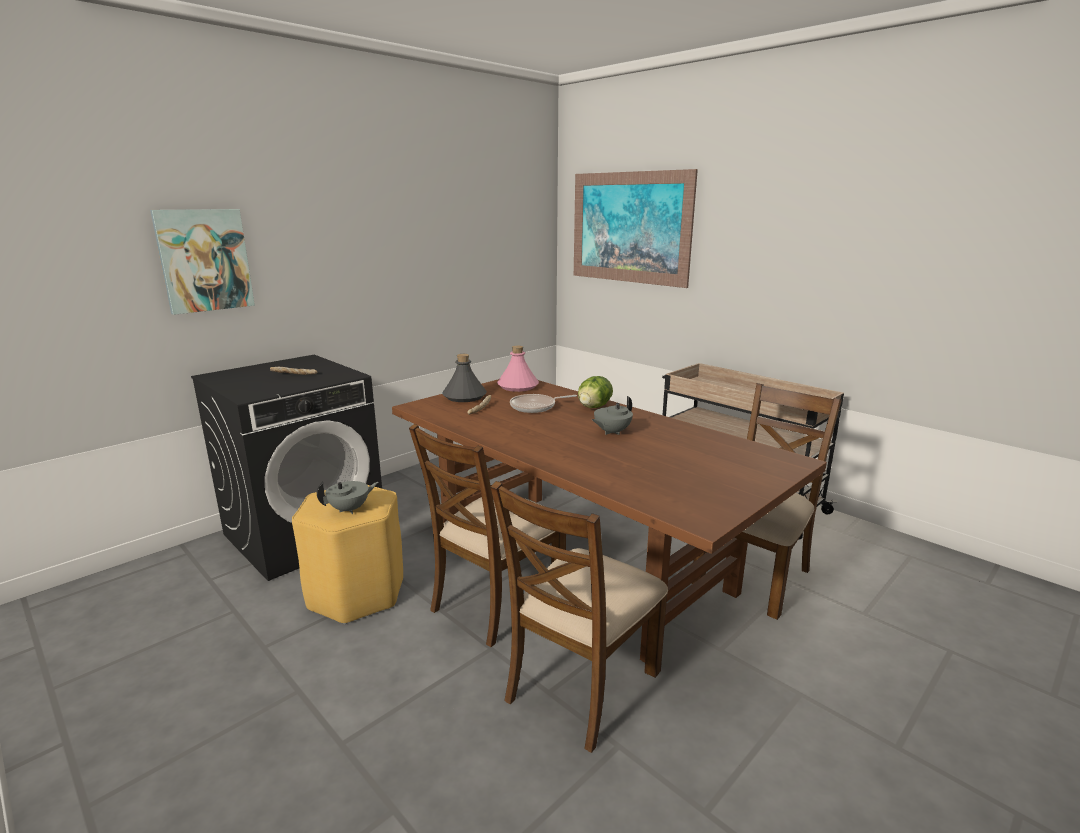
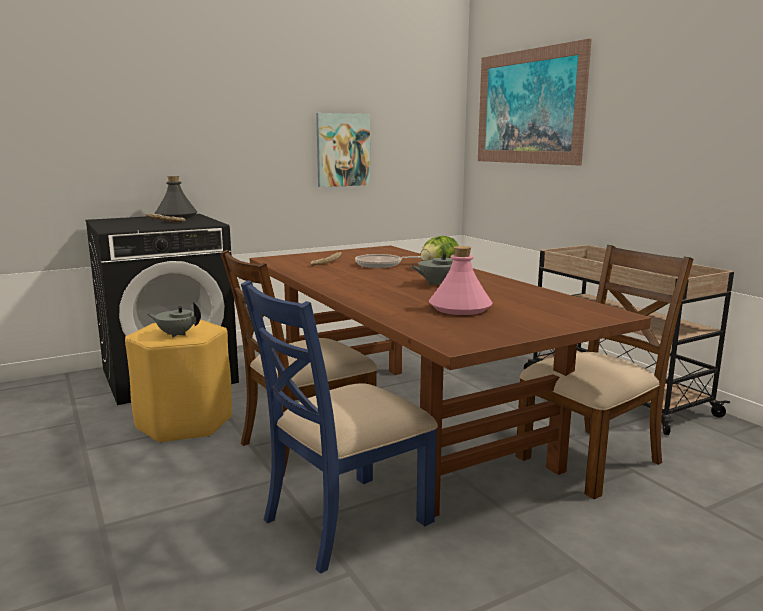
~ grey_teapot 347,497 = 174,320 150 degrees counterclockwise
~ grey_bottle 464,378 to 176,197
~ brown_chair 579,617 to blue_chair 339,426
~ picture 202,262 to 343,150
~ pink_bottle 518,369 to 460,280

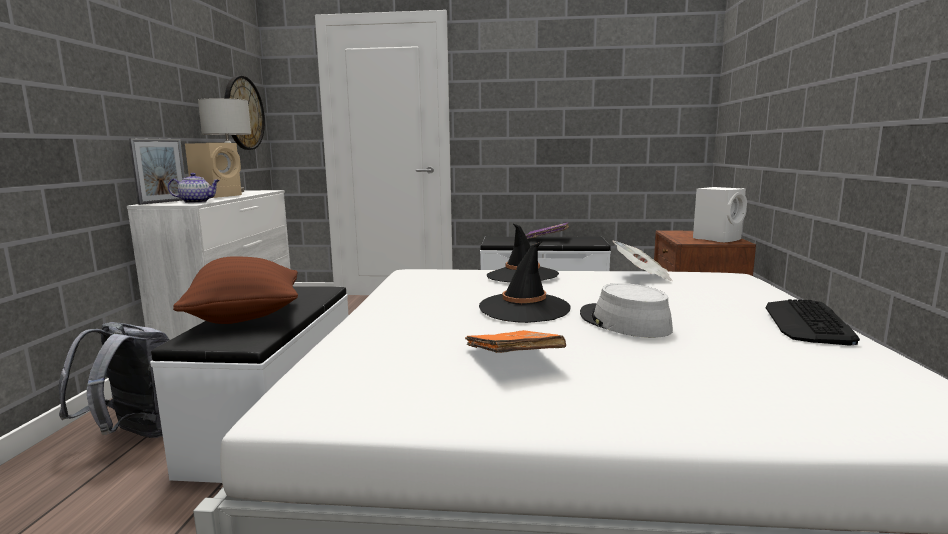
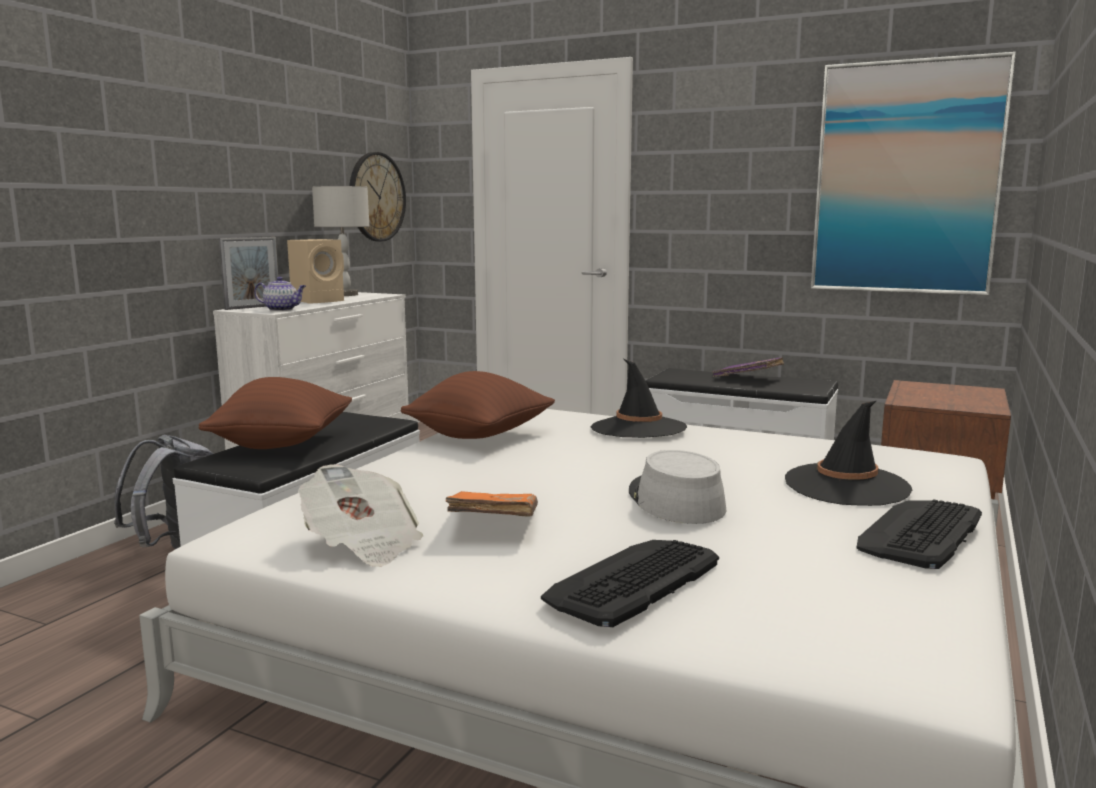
~ newspaper 643,261 to 360,515
+ brown_pillow 478,405
+ keyboard 630,583
~ black_hat 525,282 to 848,453
+ picture 913,173
- white_speaker 720,214

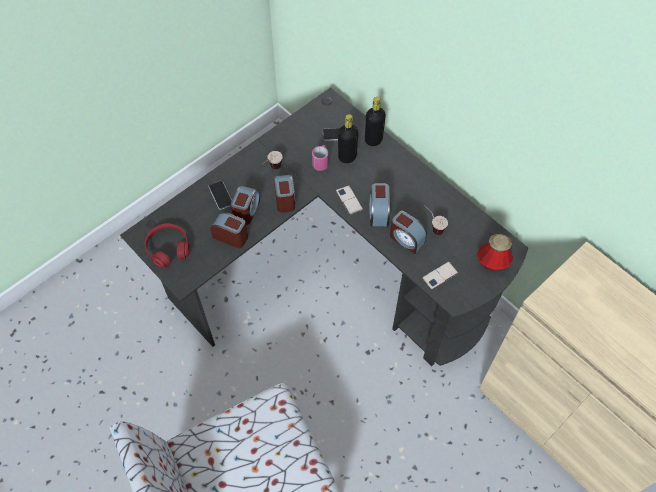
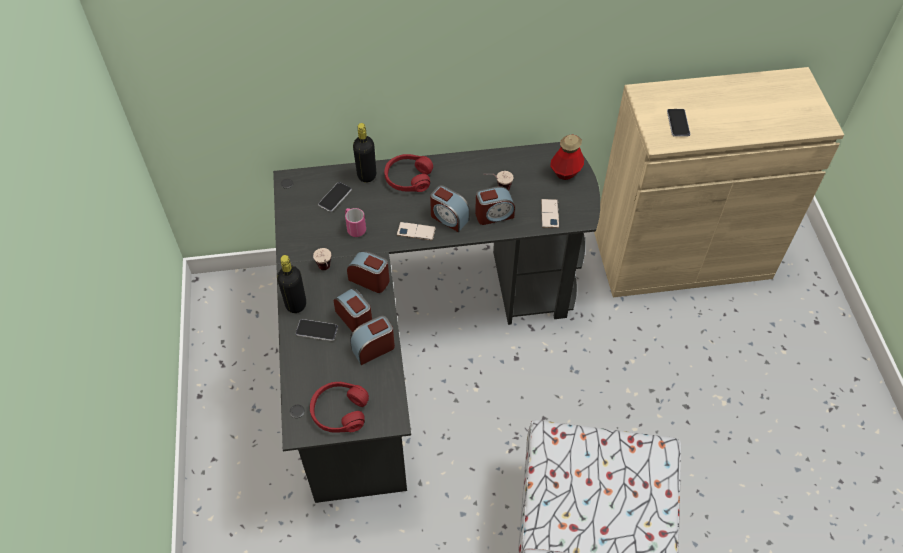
~ black_bottle 348,138 to 291,284
+ red_headphones 408,173
+ phone 678,123

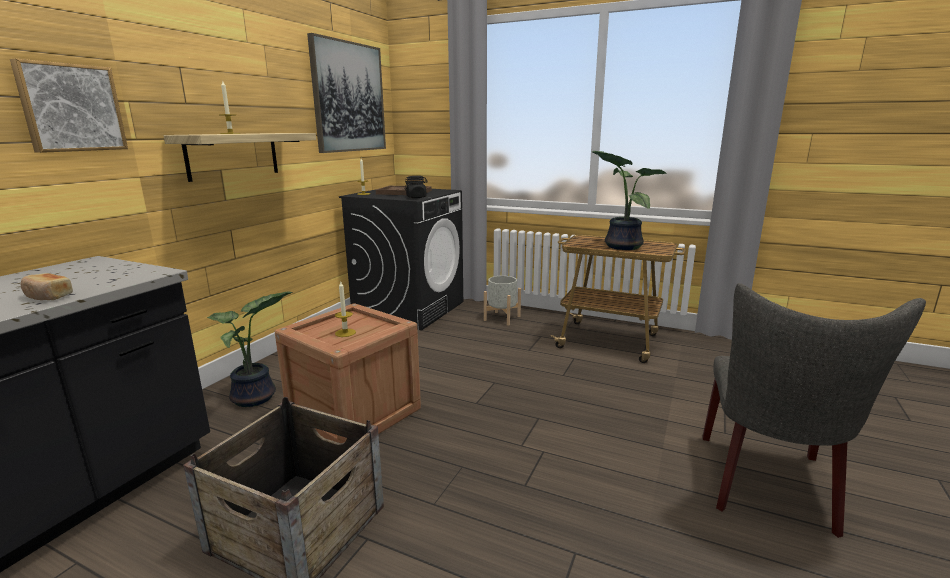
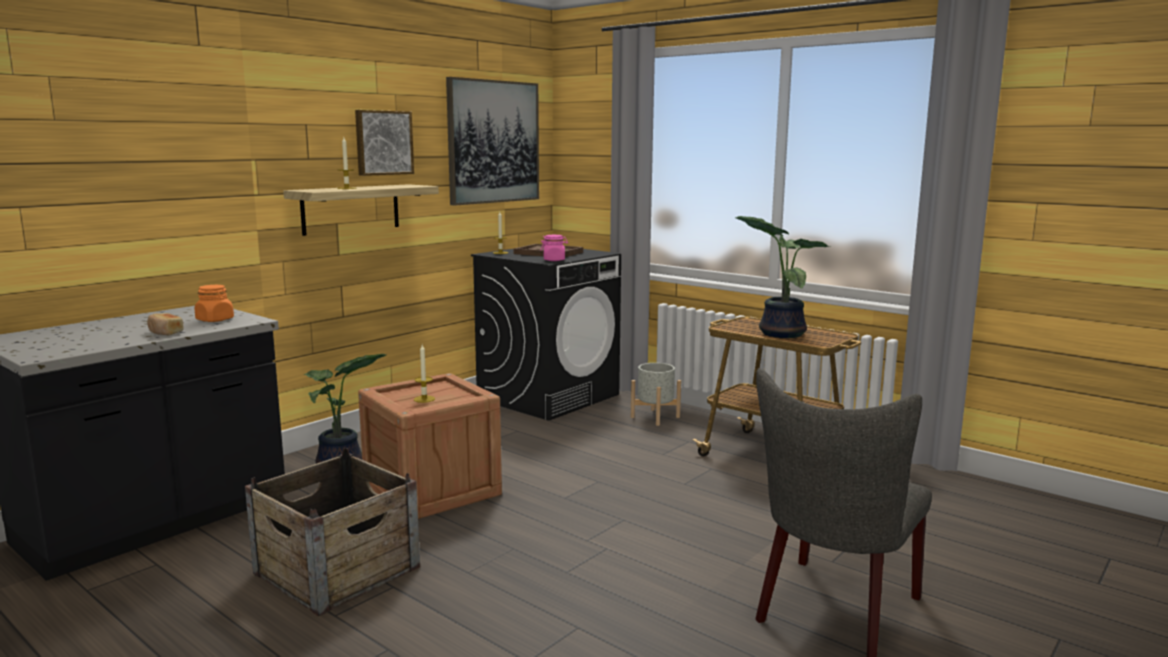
+ orange_jar 214,303
~ picture 69,105 to 384,143
~ black_jar 416,187 to pink_jar 554,248

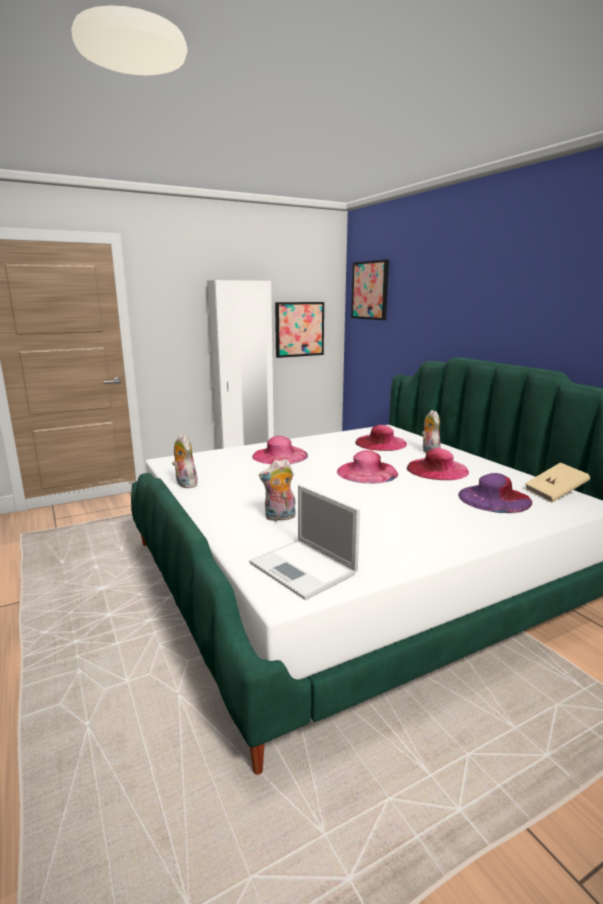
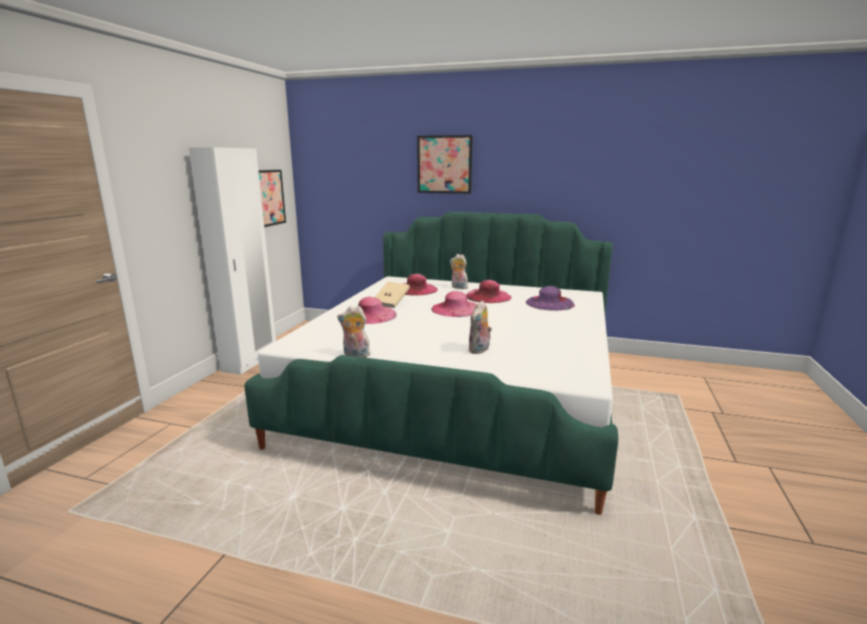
~ beige_book 557,482 to 392,295
~ picture 370,289 to 445,164
- laptop 304,542

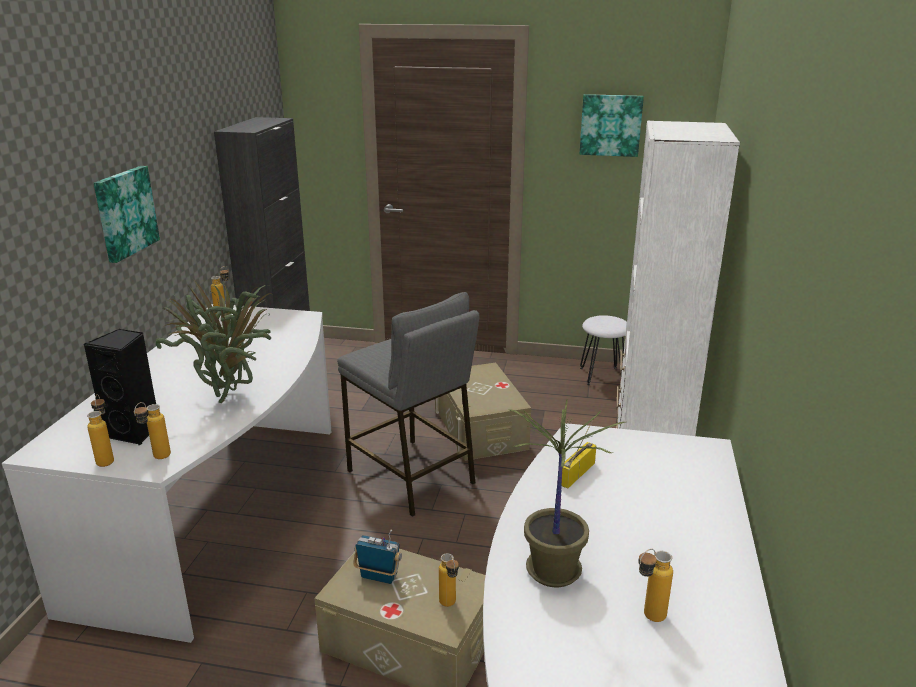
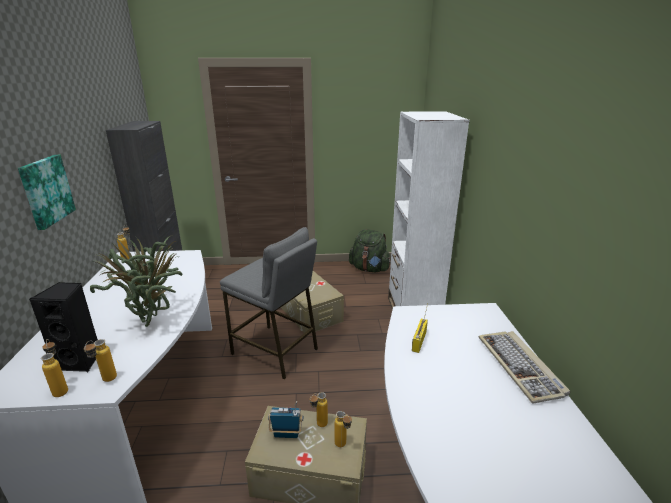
~ bottle 655,585 to 318,409
~ white_stool 603,350 to green_backpack 370,250
+ keyboard 524,367
- potted_plant 567,493
- picture 612,125

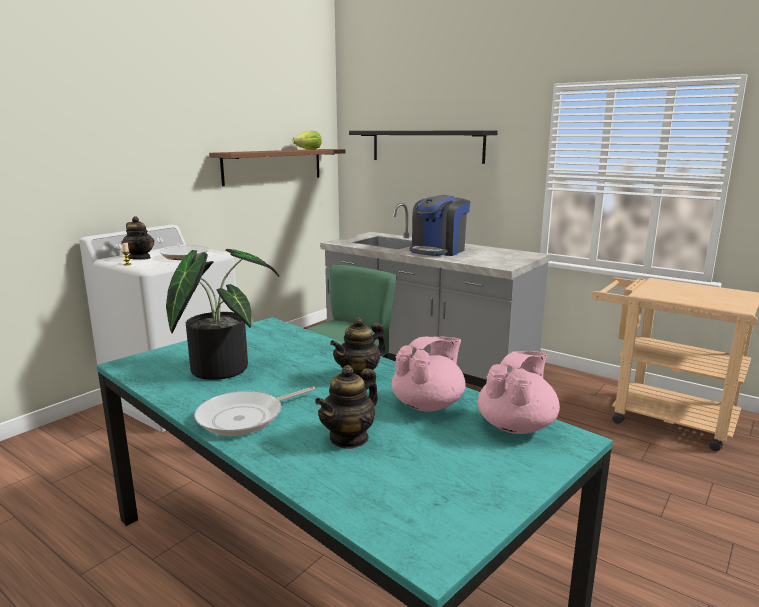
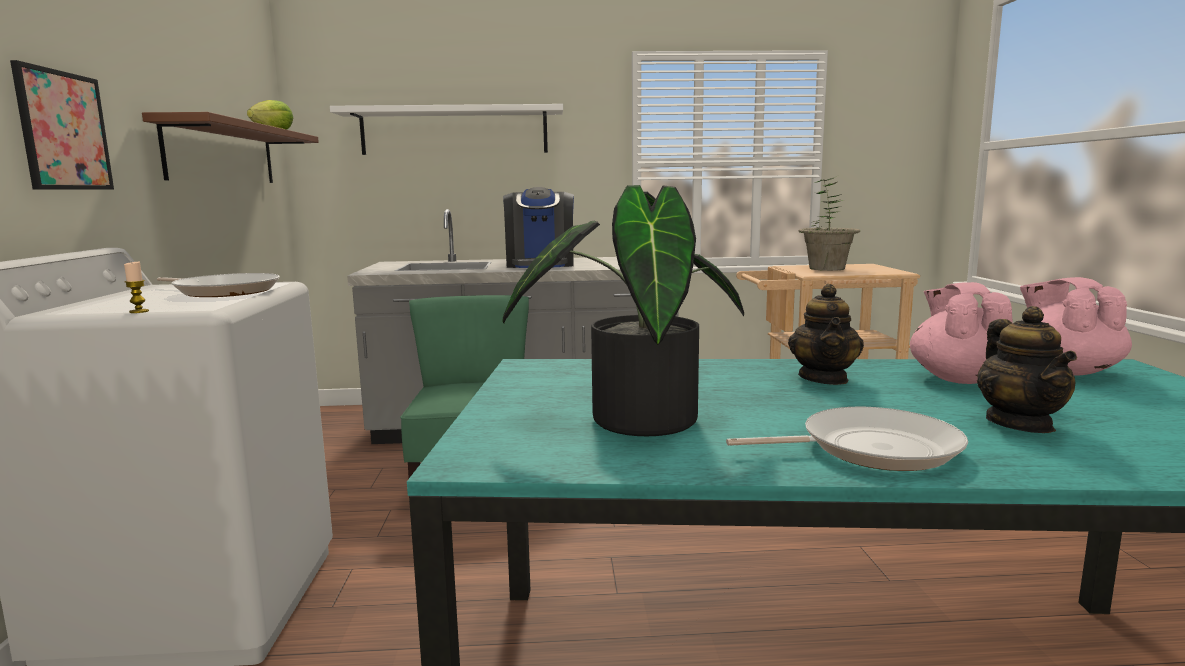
+ picture 62,125
~ black_shelf 423,147 to white_shelf 446,129
~ frying_pan 254,411 = 847,439 105 degrees counterclockwise
+ potted_plant 829,223
- teapot 138,238

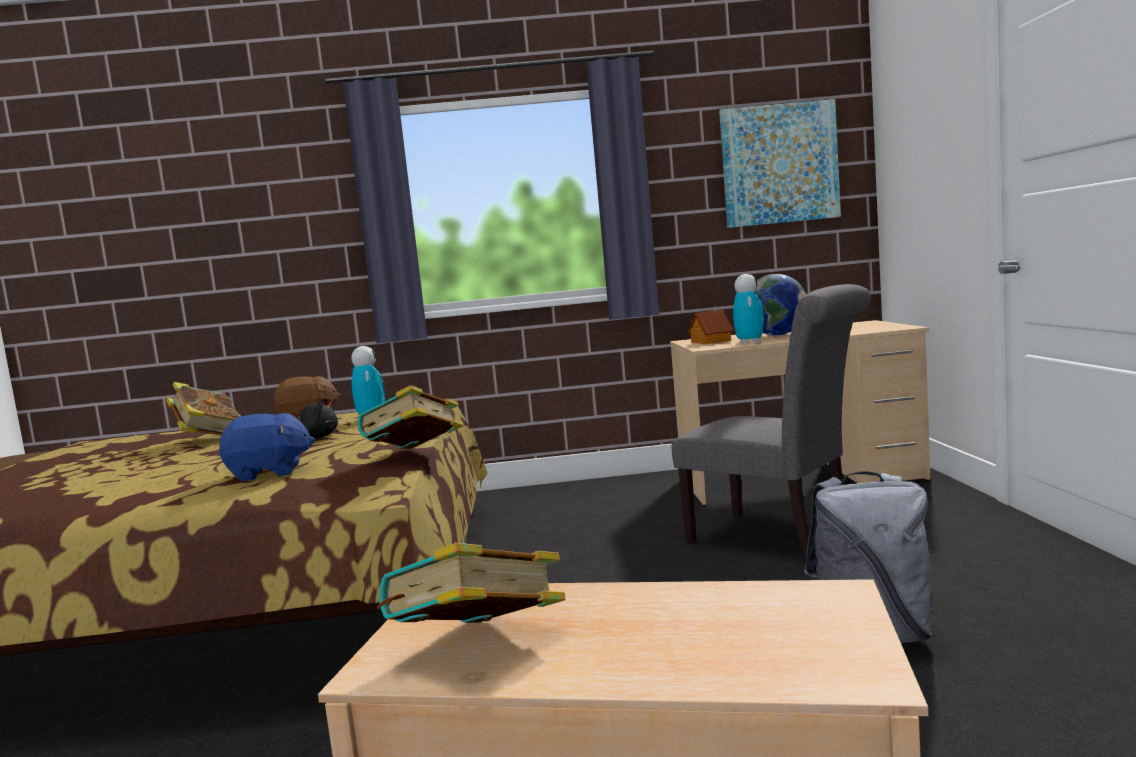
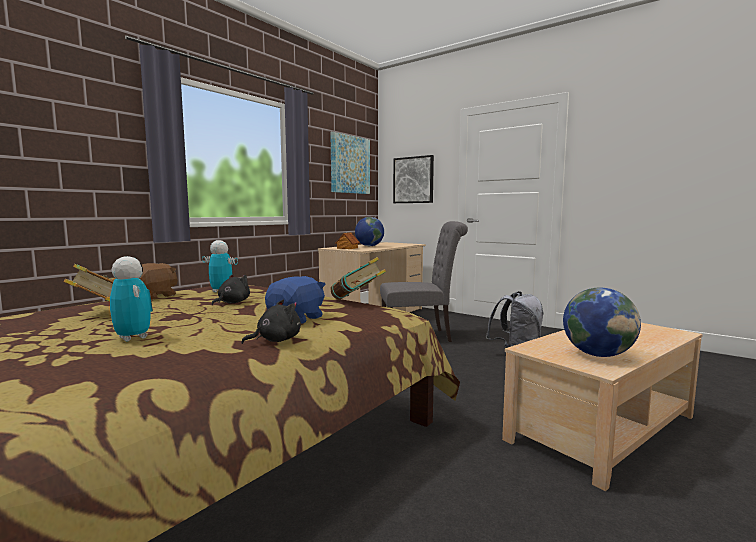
~ toy_robot 748,309 to 131,299
+ black_plush_toy 271,322
+ picture 413,179
~ book 471,583 to globe 602,322

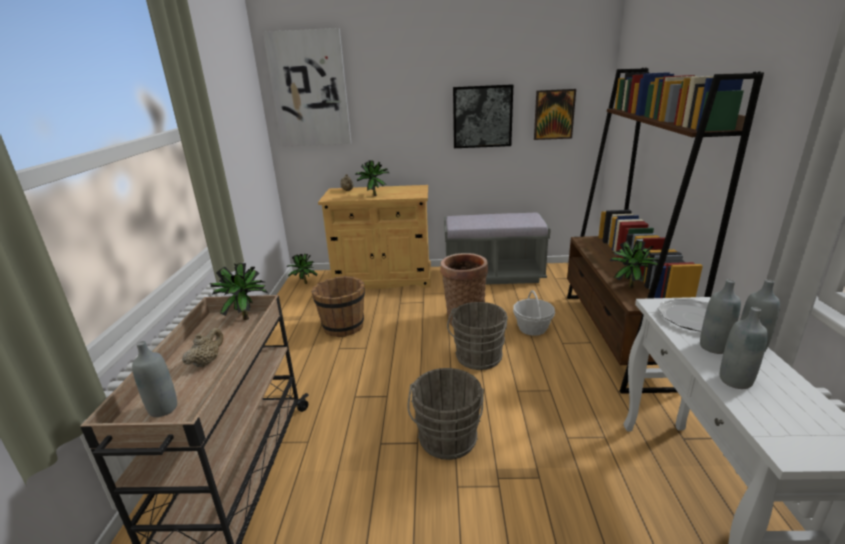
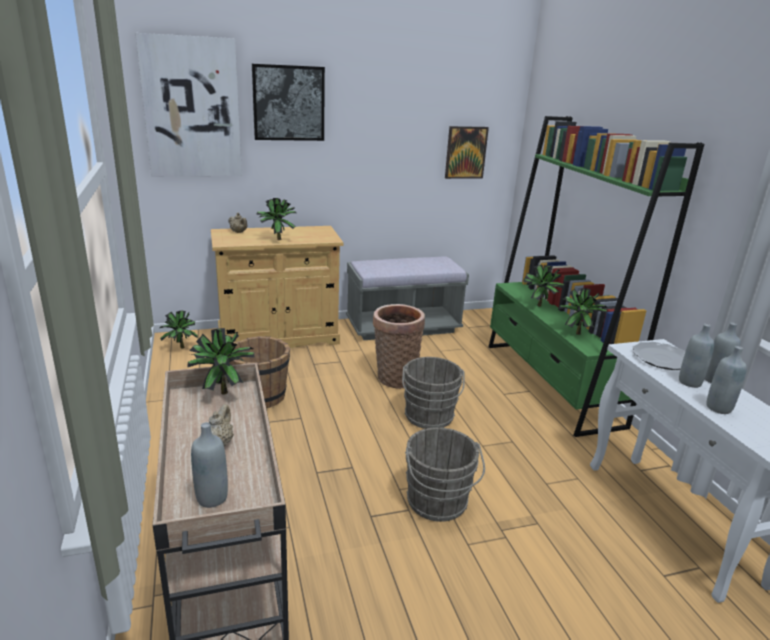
~ picture 483,116 to 288,102
~ brown_bookcase 665,231 to green_bookcase 596,276
+ potted_plant 544,286
- basket 534,313

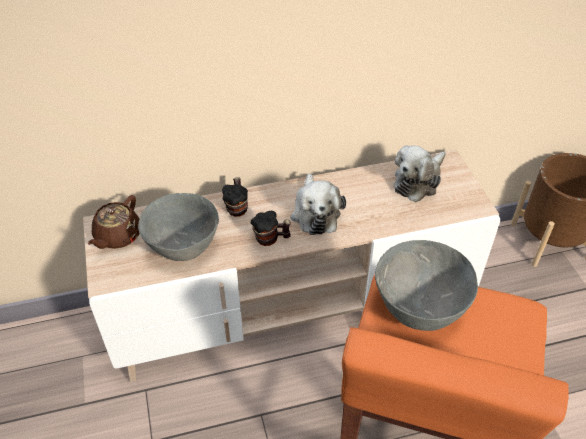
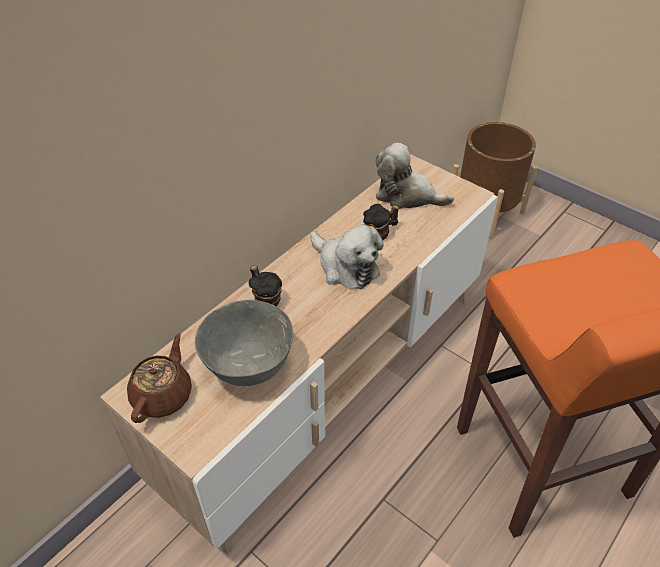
~ brown_teapot 114,222 = 159,378 150 degrees counterclockwise
~ mug 270,228 to 381,222
~ plush_toy 420,174 = 415,176 105 degrees clockwise
- grey_bowl 426,285

